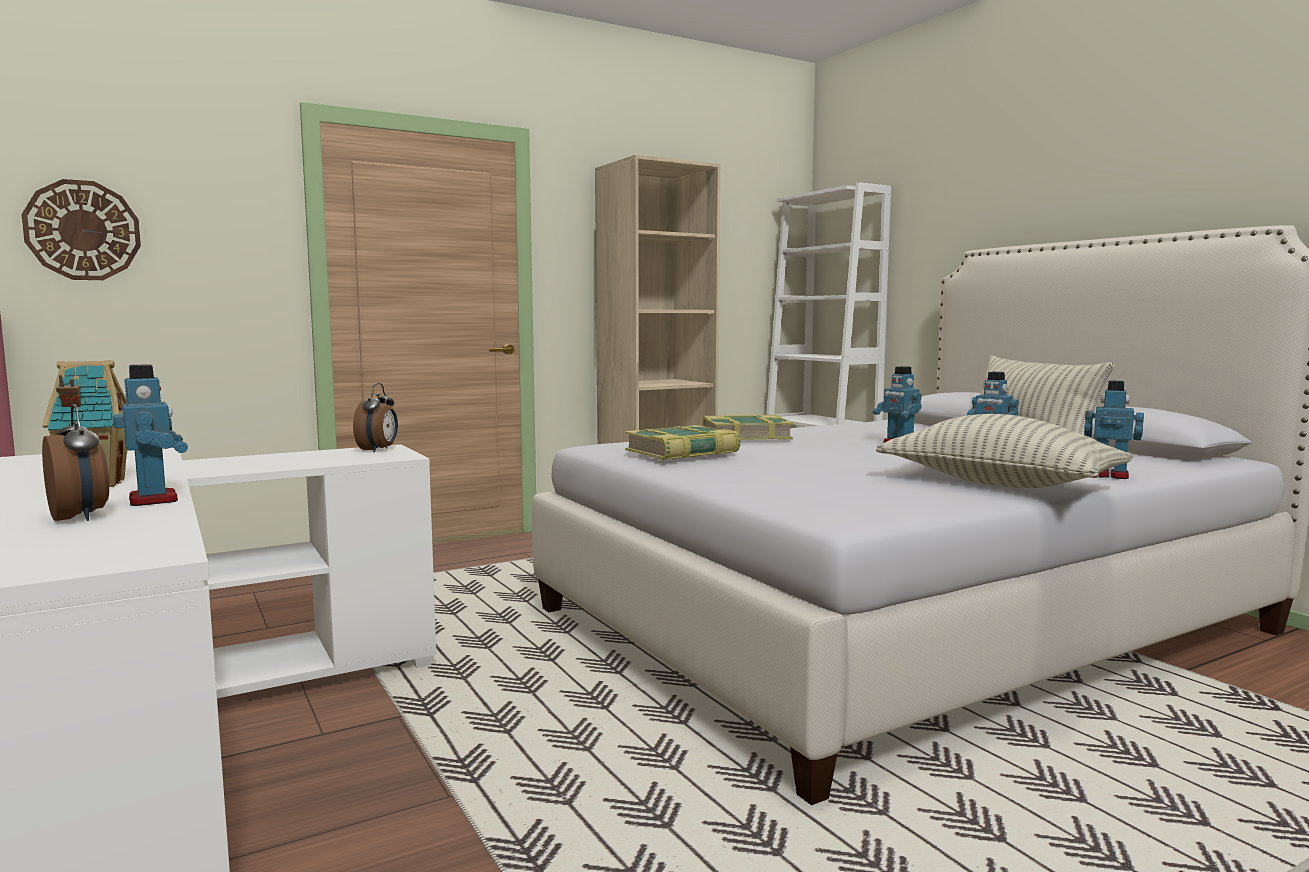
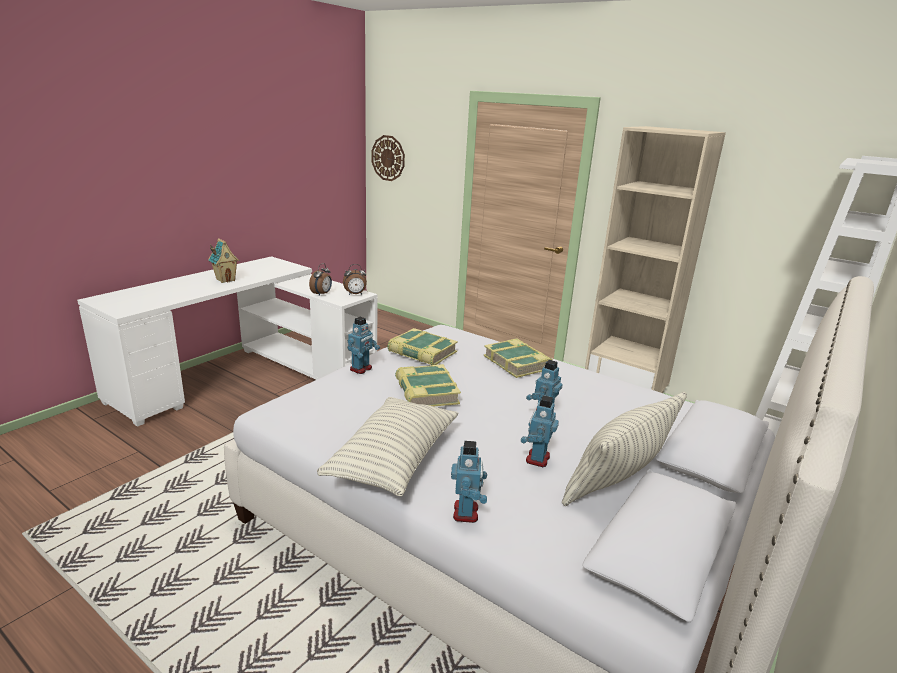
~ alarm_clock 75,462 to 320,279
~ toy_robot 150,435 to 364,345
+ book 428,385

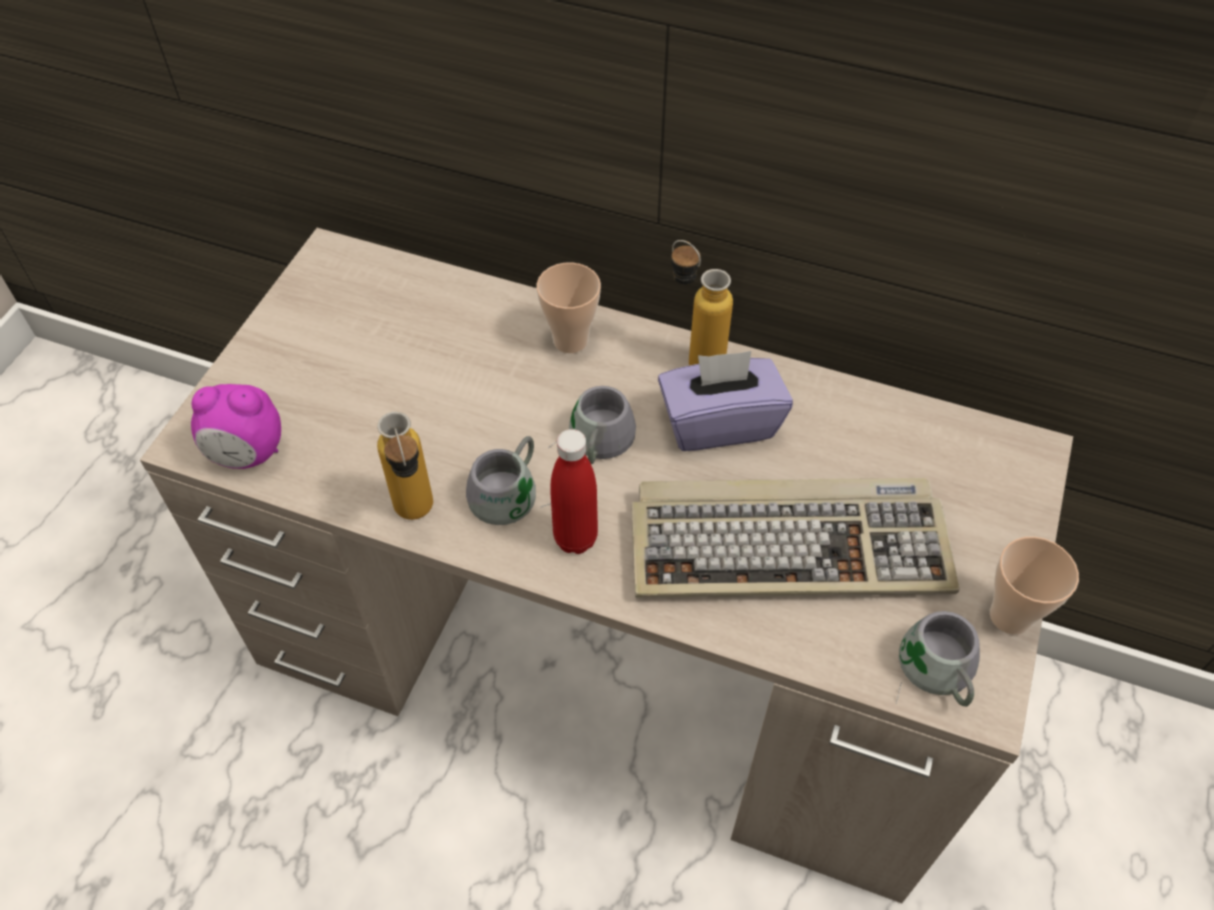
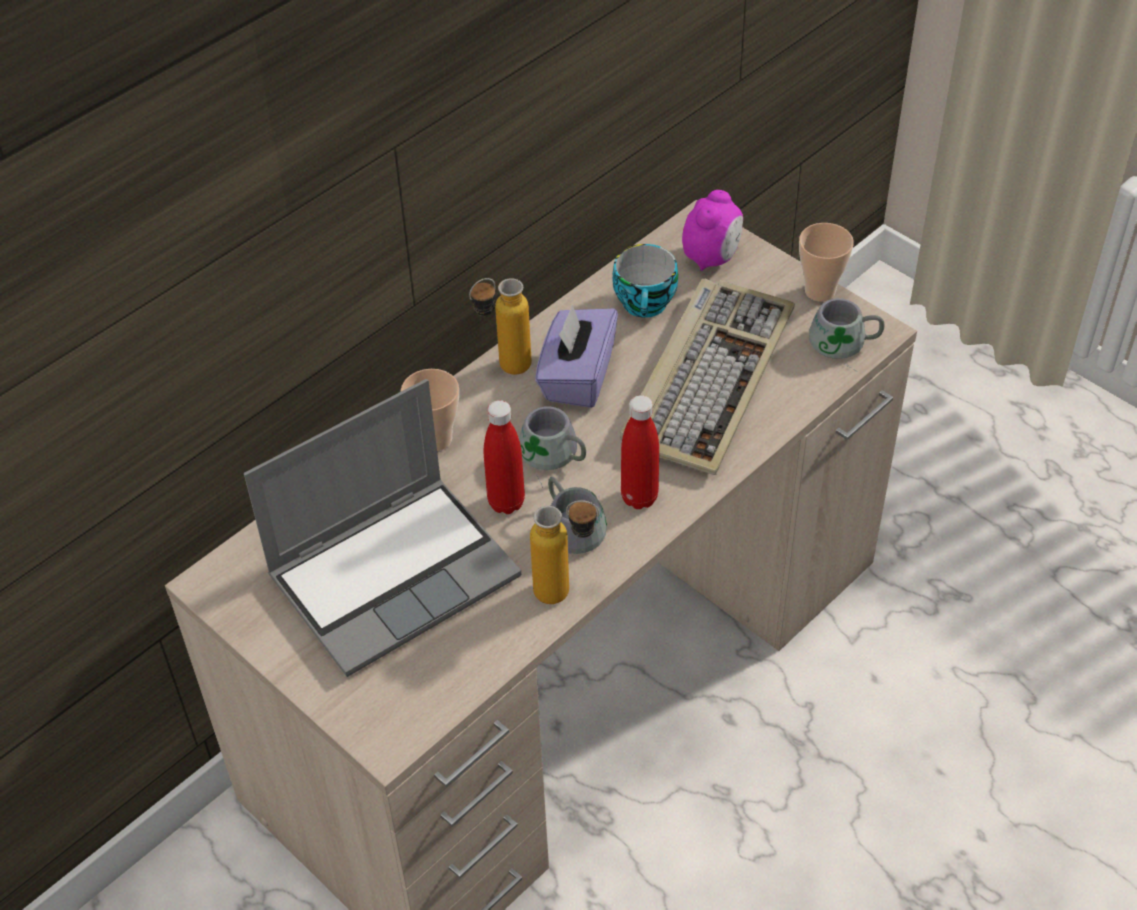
+ laptop 382,528
+ red_bottle 504,457
+ cup 645,281
~ alarm_clock 236,426 to 712,230

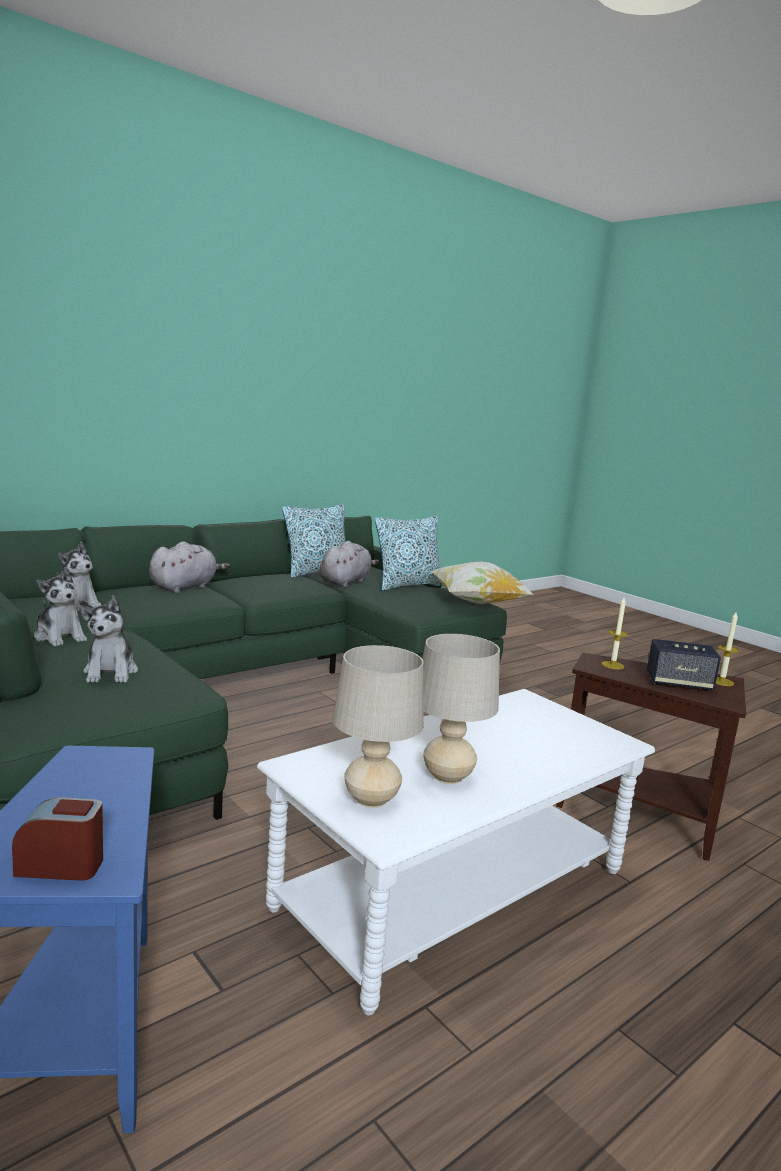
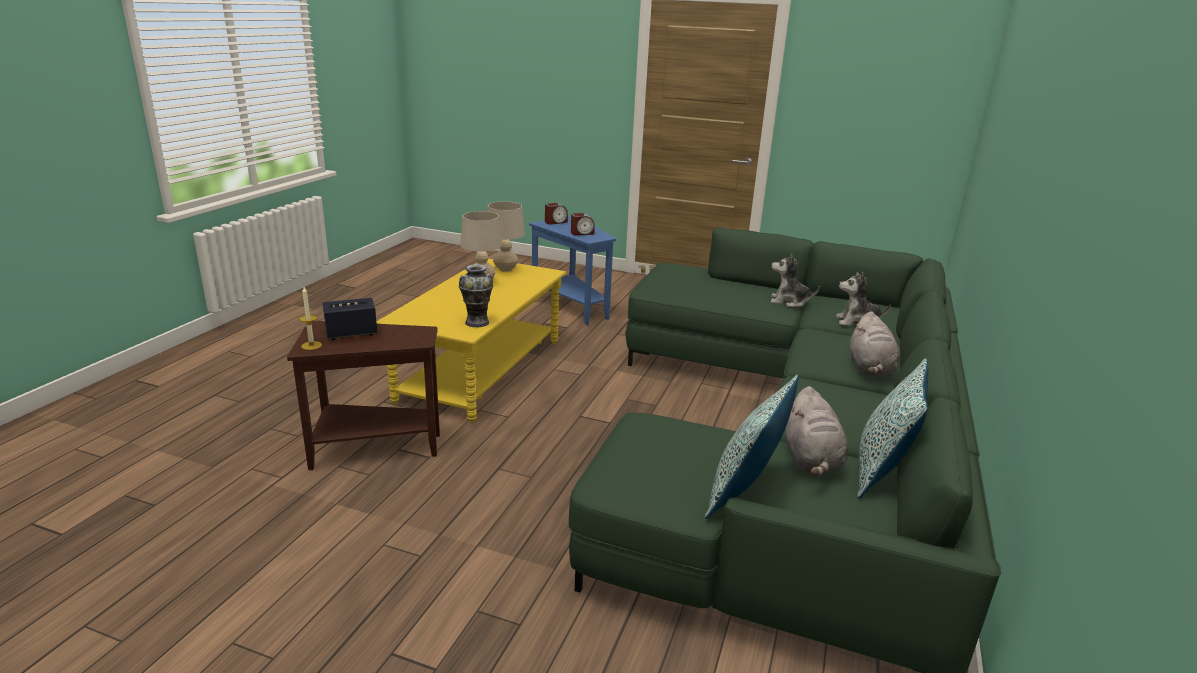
~ white_coffee_table 456,852 to yellow_coffee_table 471,341
+ vase 476,295
+ alarm_clock 583,224
- plush_toy 109,639
- pillow 482,583
- candle 615,633

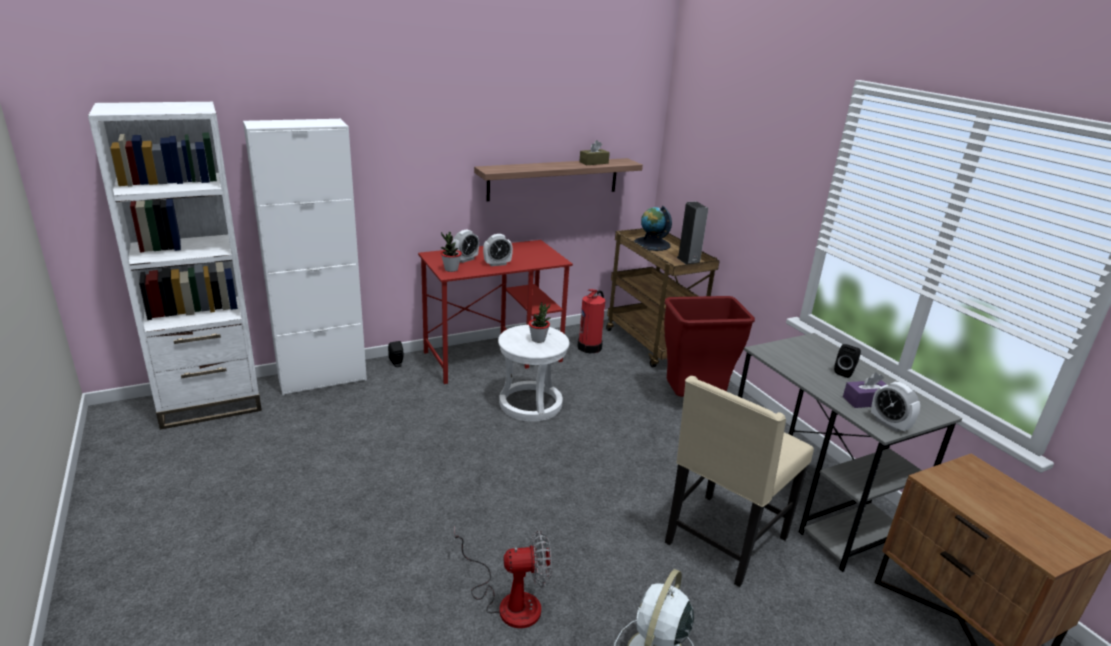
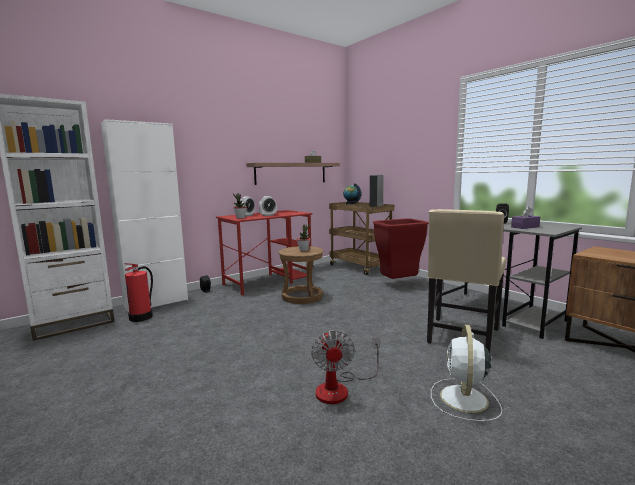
~ fire_extinguisher 591,321 to 138,292
~ white_stool 533,373 to brown_stool 301,275
~ fan 503,577 = 345,367 105 degrees clockwise
- alarm_clock 895,407

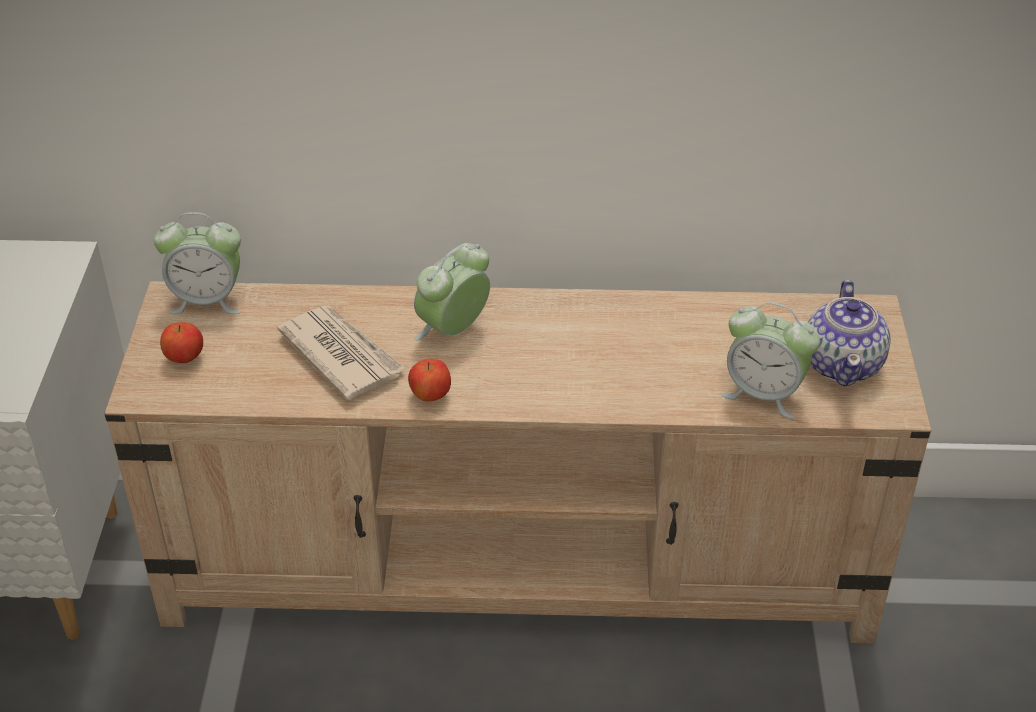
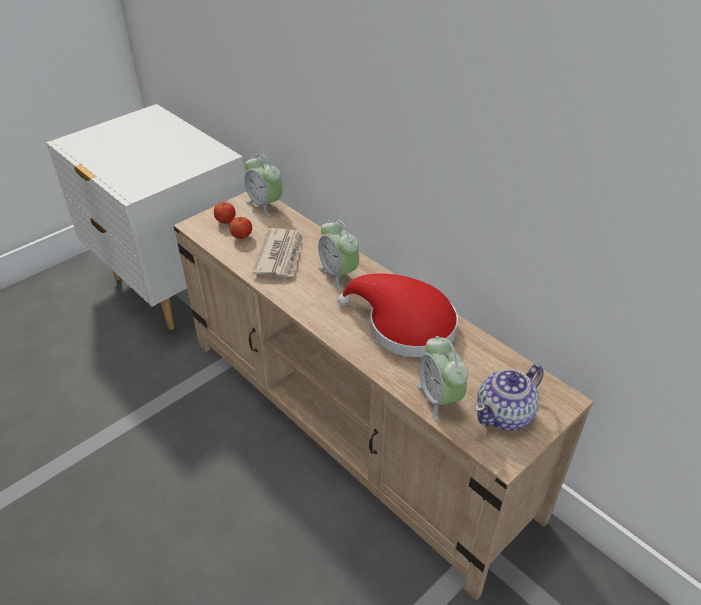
~ apple 429,380 to 241,228
~ alarm_clock 452,291 = 338,254 120 degrees counterclockwise
+ red_hat 397,315

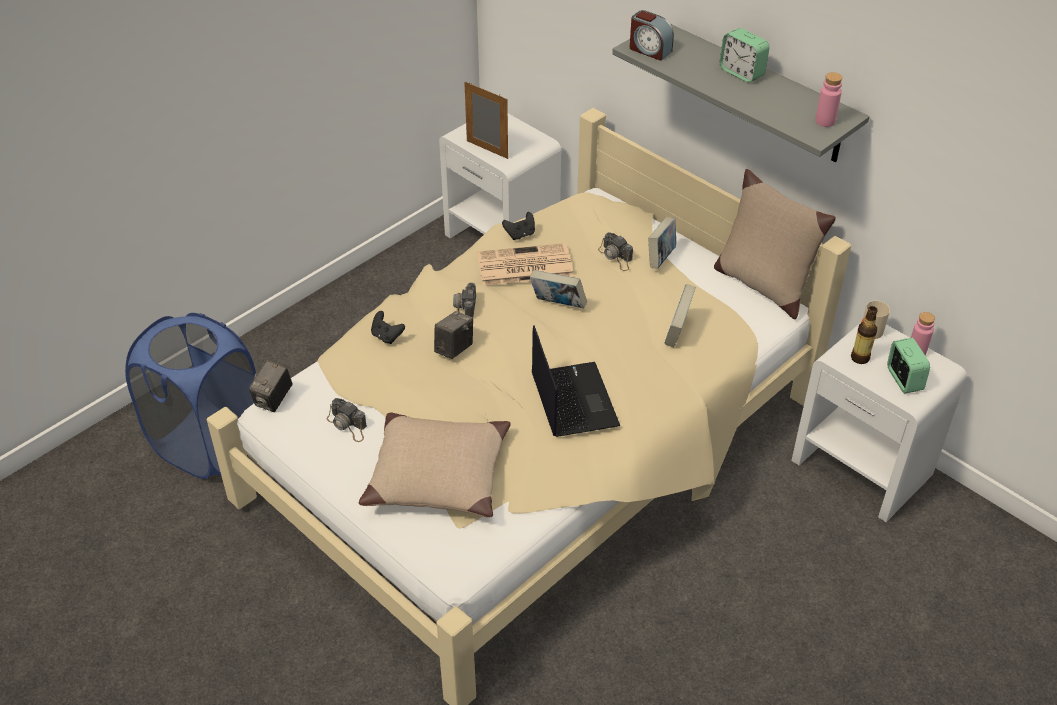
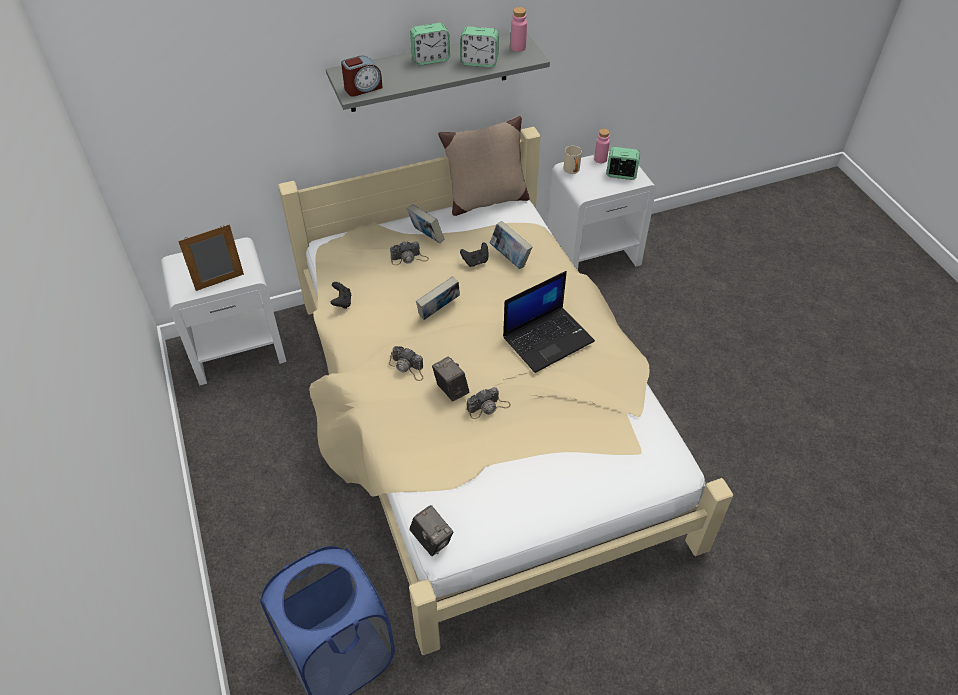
+ alarm_clock 479,46
~ black_game_controller 388,327 to 474,254
~ photo_camera 347,420 to 489,403
~ laptop 576,381 = 549,322 135 degrees clockwise
- beige_pillow 435,465
- newspaper 525,264
- bottle 864,335

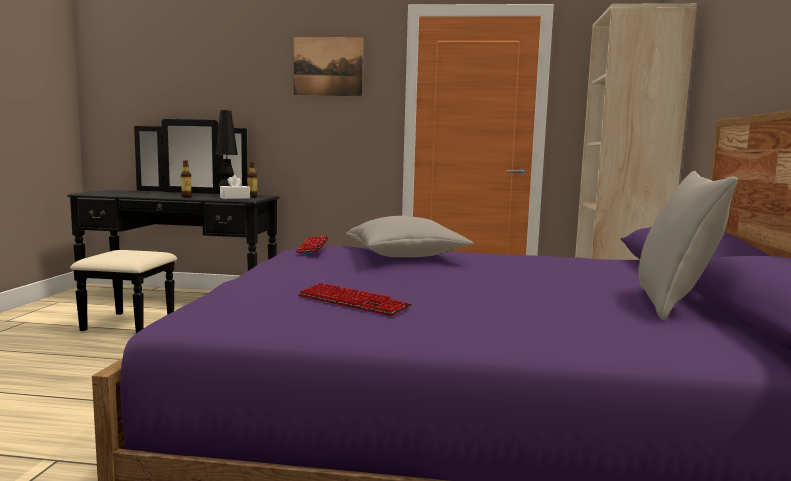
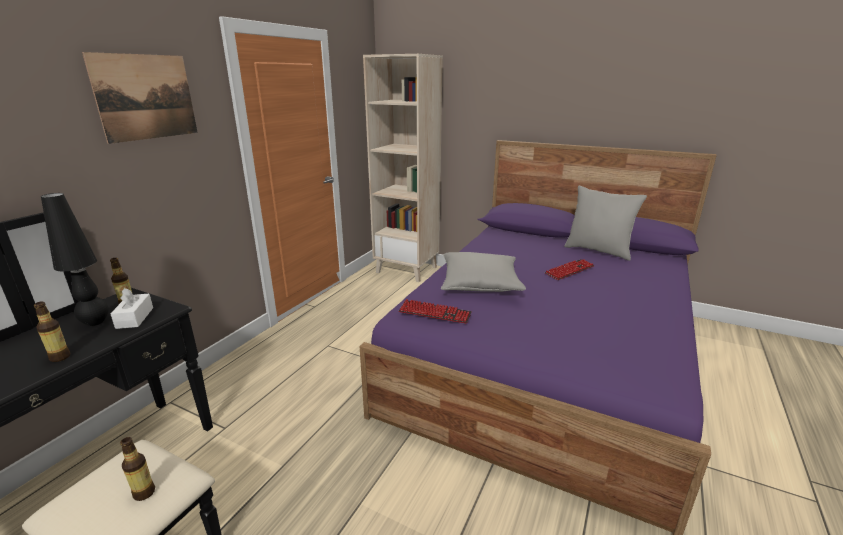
+ bottle 137,469
~ keyboard 355,299 to 569,269

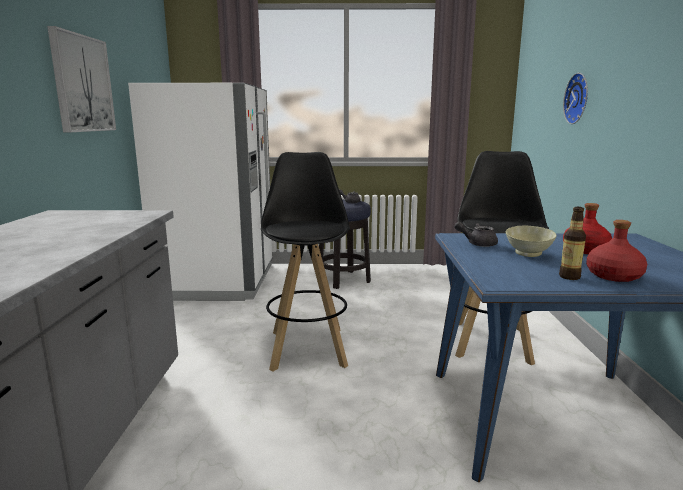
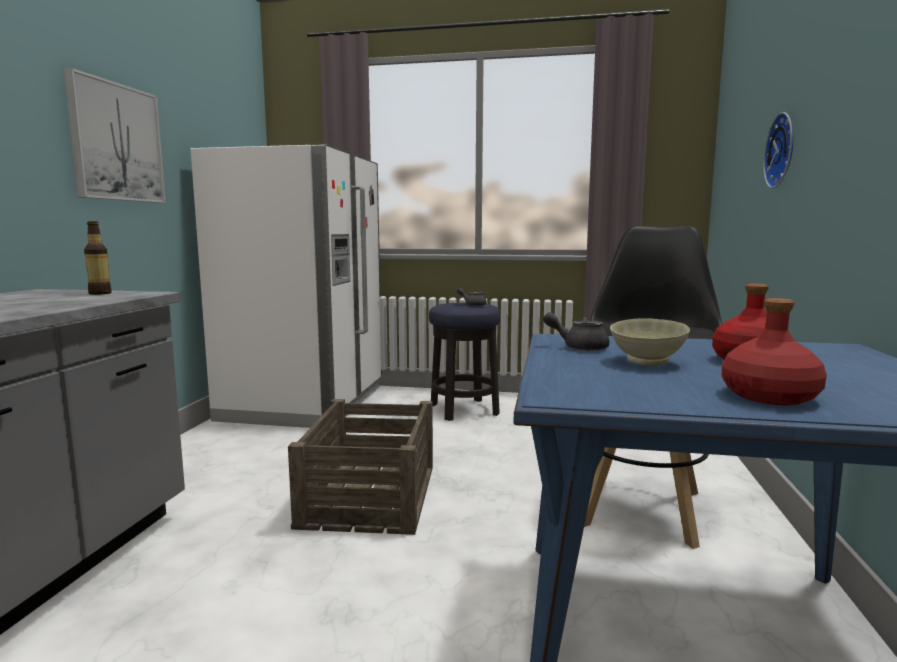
~ bottle 572,243 to 98,258
~ black_stool 305,262 to crate 360,467

